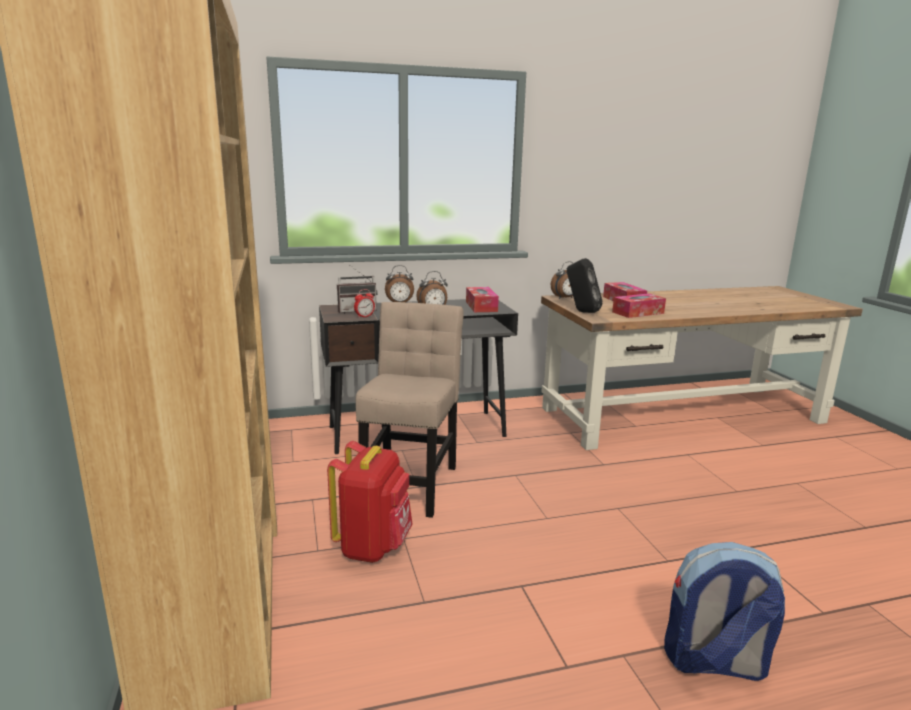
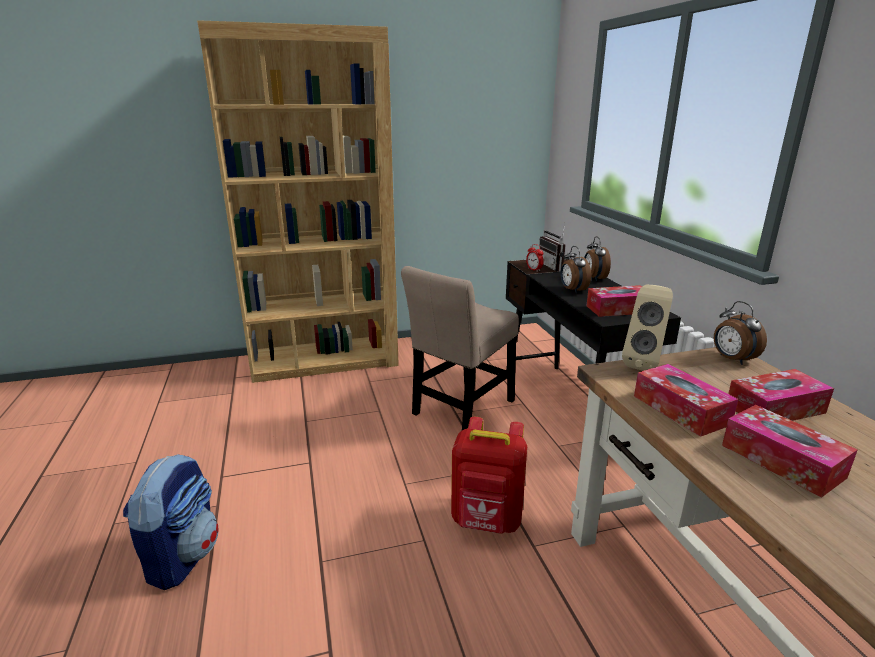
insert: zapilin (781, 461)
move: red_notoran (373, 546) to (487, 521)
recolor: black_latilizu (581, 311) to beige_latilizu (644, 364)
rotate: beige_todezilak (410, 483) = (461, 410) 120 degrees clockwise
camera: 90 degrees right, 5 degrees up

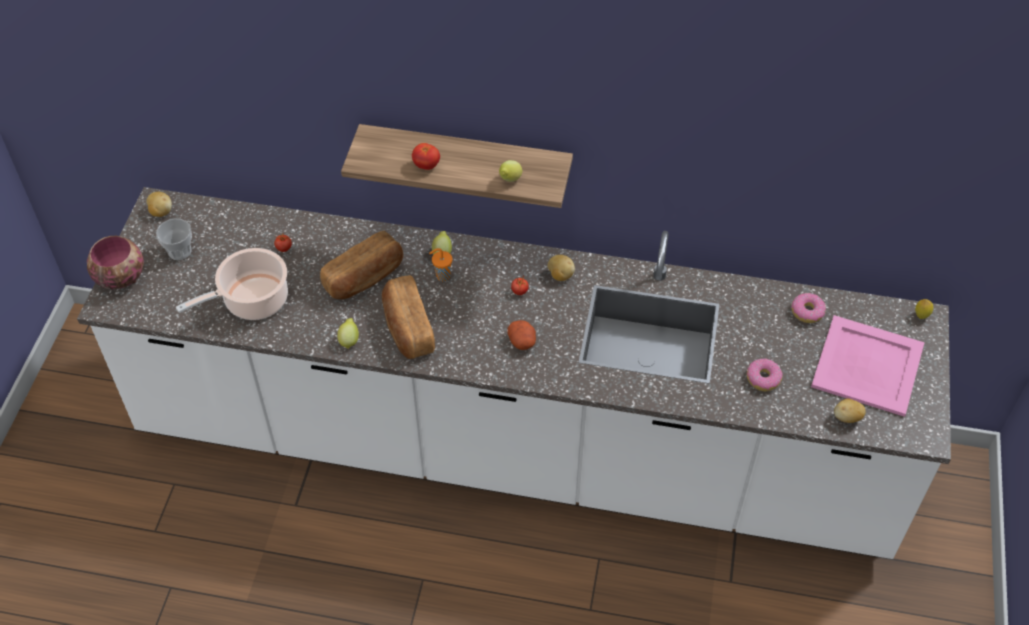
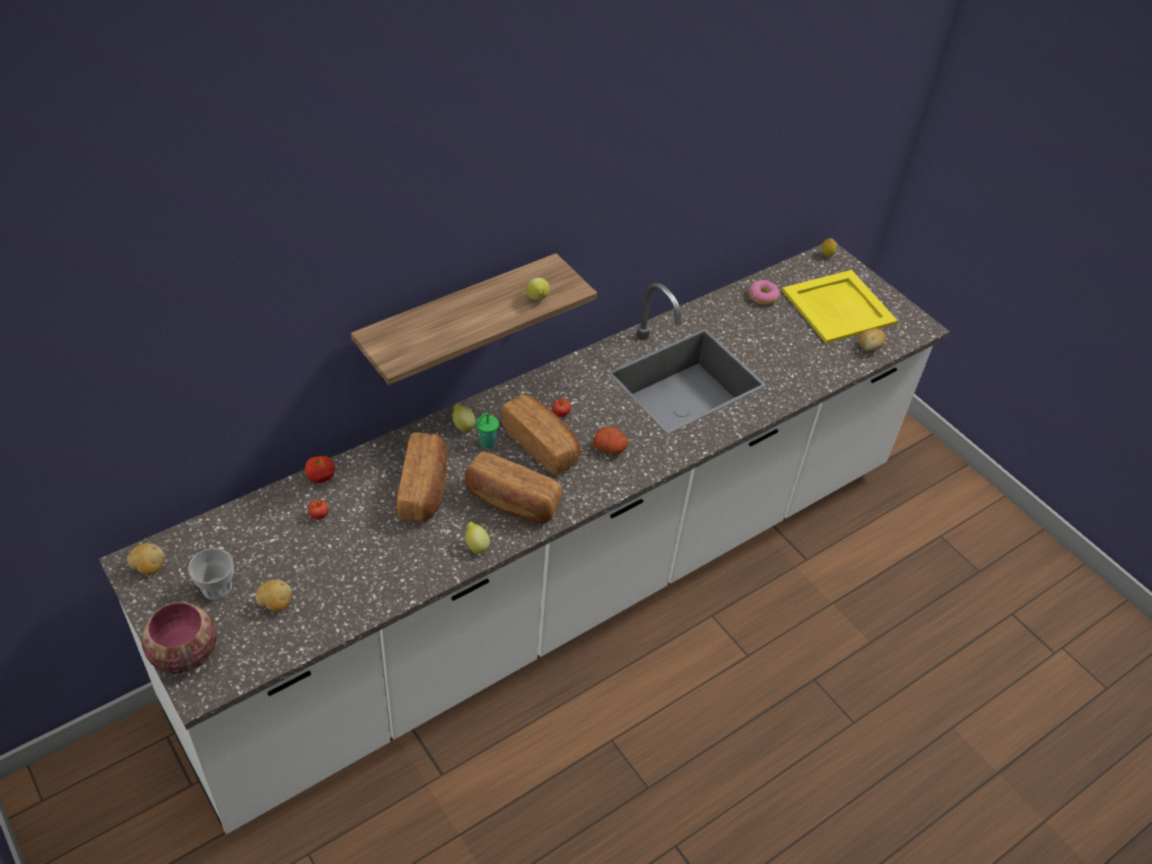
delete: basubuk (252, 301); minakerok (763, 378)
insert: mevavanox (541, 444)
move: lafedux (560, 275) to (275, 604); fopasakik (426, 165) to (321, 478)
recolor: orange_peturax (442, 276) to green_peturax (486, 443); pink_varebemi (867, 365) to yellow_varebemi (837, 306)
camera: 50 degrees left, 5 degrees down

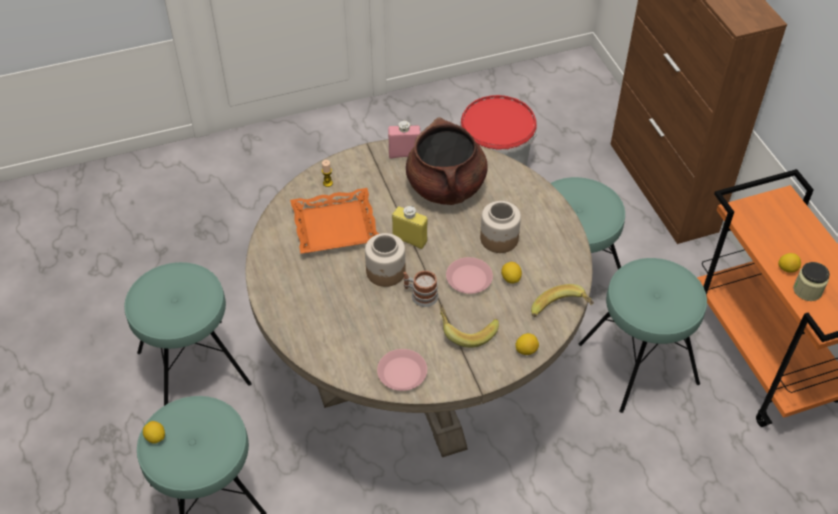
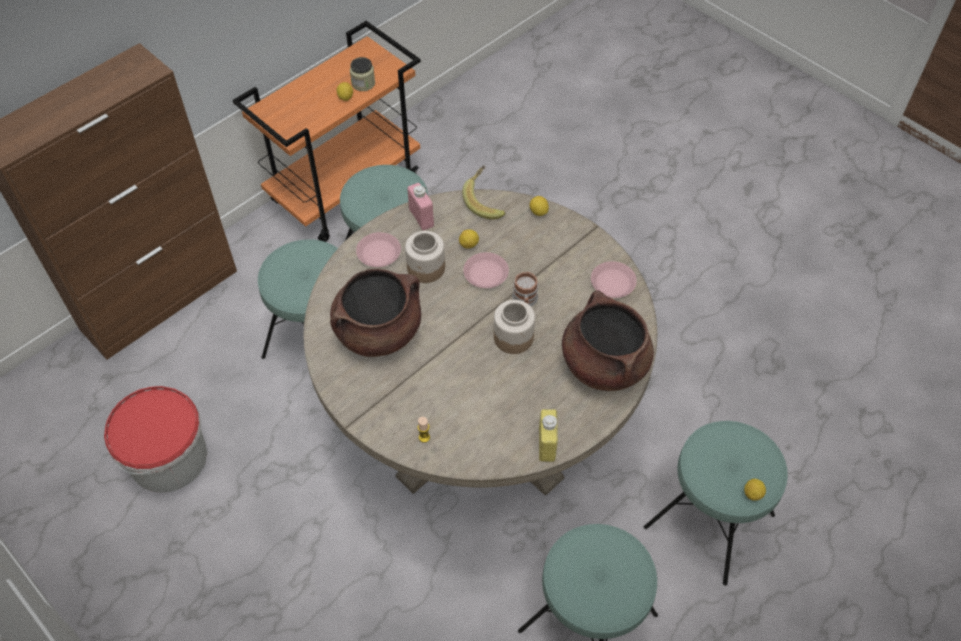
delete: orange_varebemi (335, 227); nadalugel (466, 330)
insert: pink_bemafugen (378, 253); brown_basubuk (603, 364)
move: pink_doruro (404, 154) to (421, 218); yellow_doruro (409, 239) to (547, 445)
camera: 115 degrees left, 5 degrees up

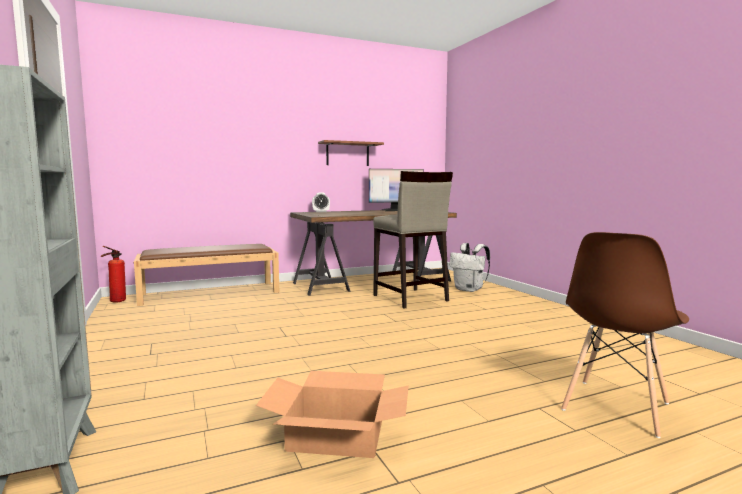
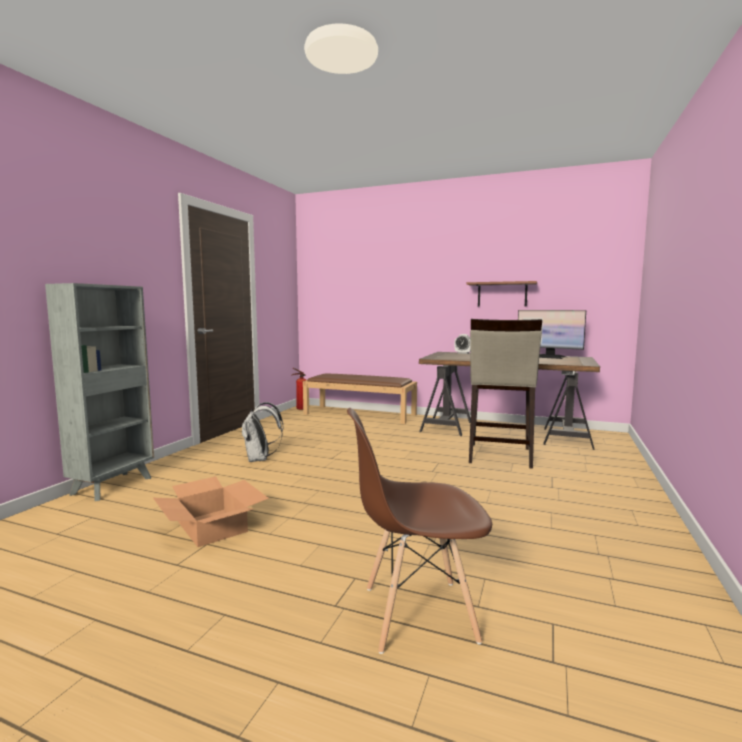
move: white_notoran (469, 290) to (260, 459)
camera: 45 degrees right, 0 degrees up

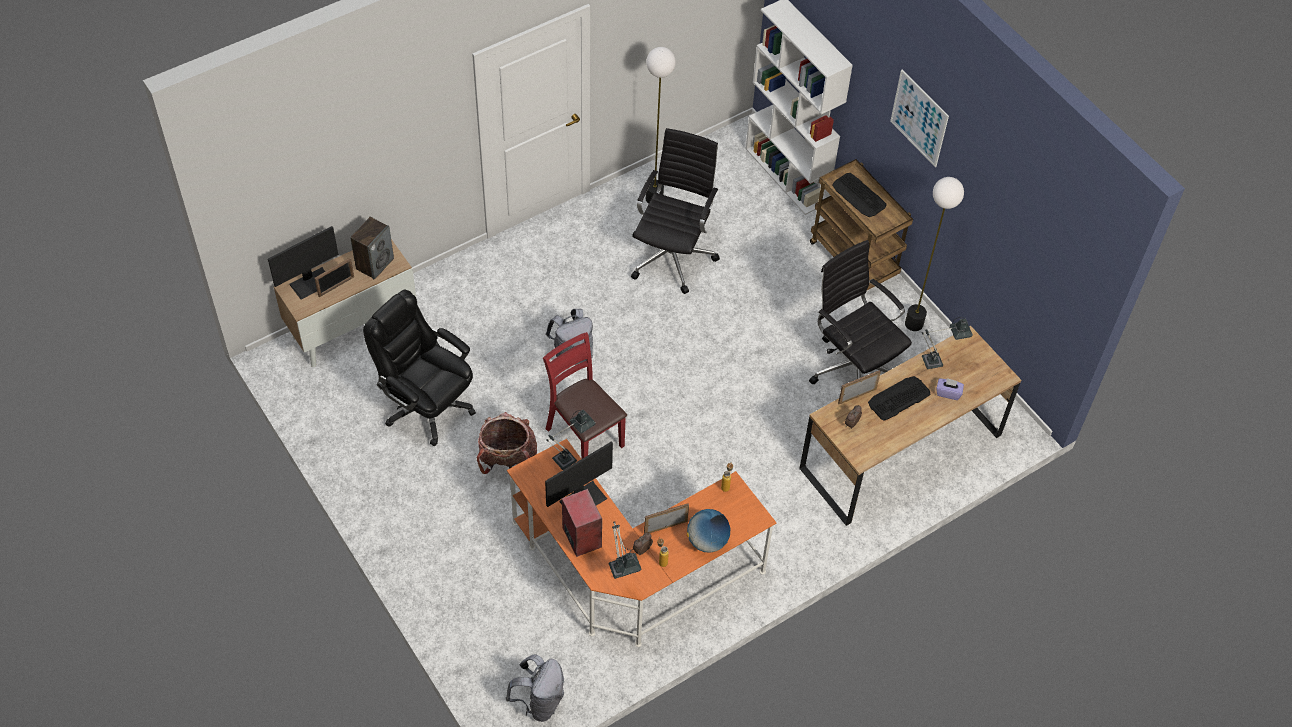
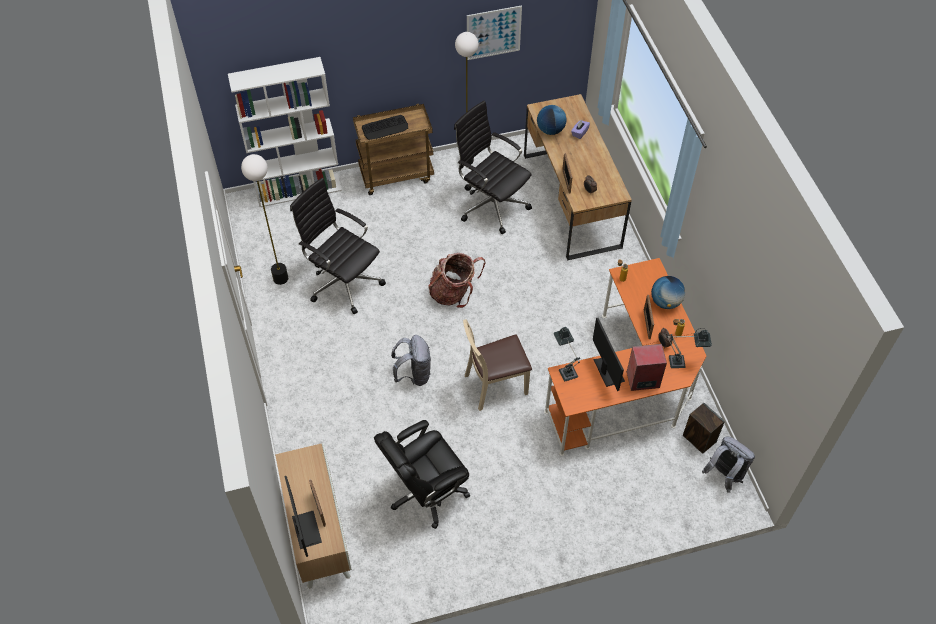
delete: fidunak (898, 398)
move: notoran (507, 460) to (454, 292); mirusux (919, 118) to (493, 32); latilizu (375, 263) to (698, 439)
replace: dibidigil (937, 360) to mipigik (550, 130)
recolor: red_todezilak (585, 436) to beige_todezilak (495, 385)
rotate: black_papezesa (853, 367) = (491, 204) 60 degrees clockwise
camera: 70 degrees left, 0 degrees up

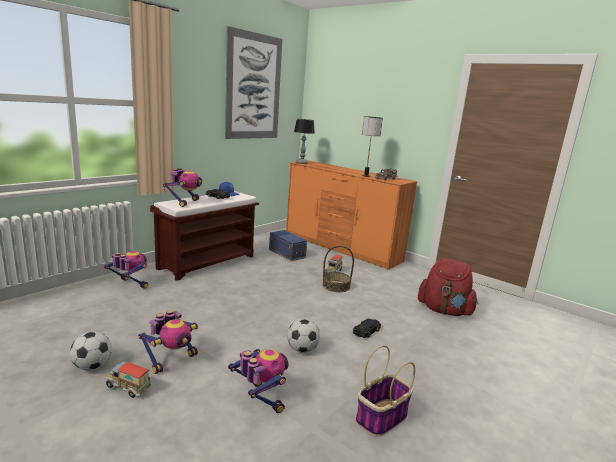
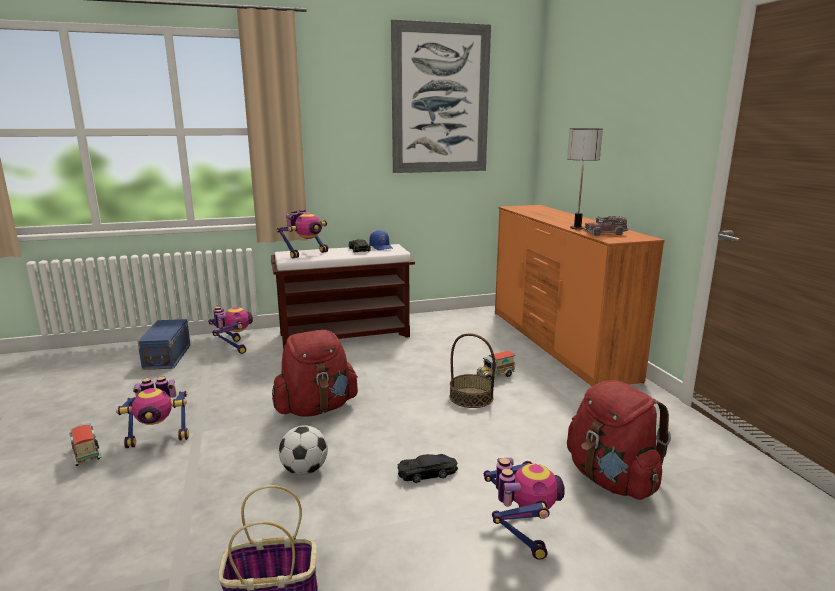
delete: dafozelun (92, 366); dibidigil (301, 163)
insert: red_notoran (316, 408)
move: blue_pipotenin (287, 253) to (168, 356); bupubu (260, 399) to (520, 532)
camera: 35 degrees right, 0 degrees up

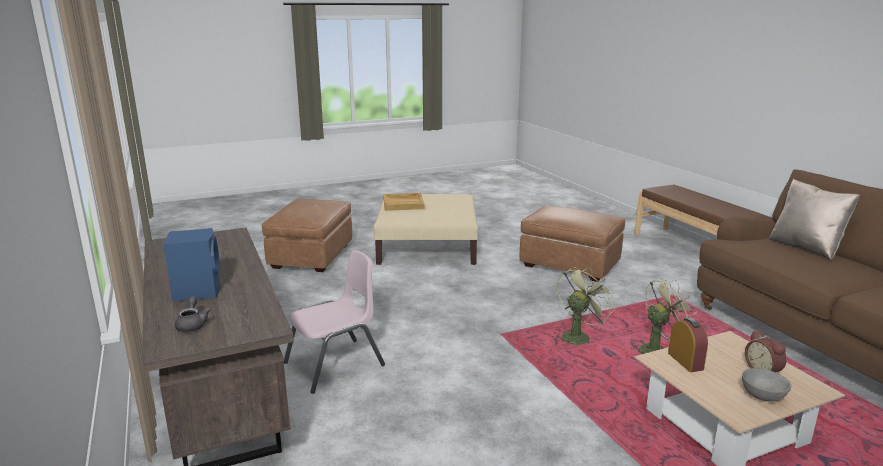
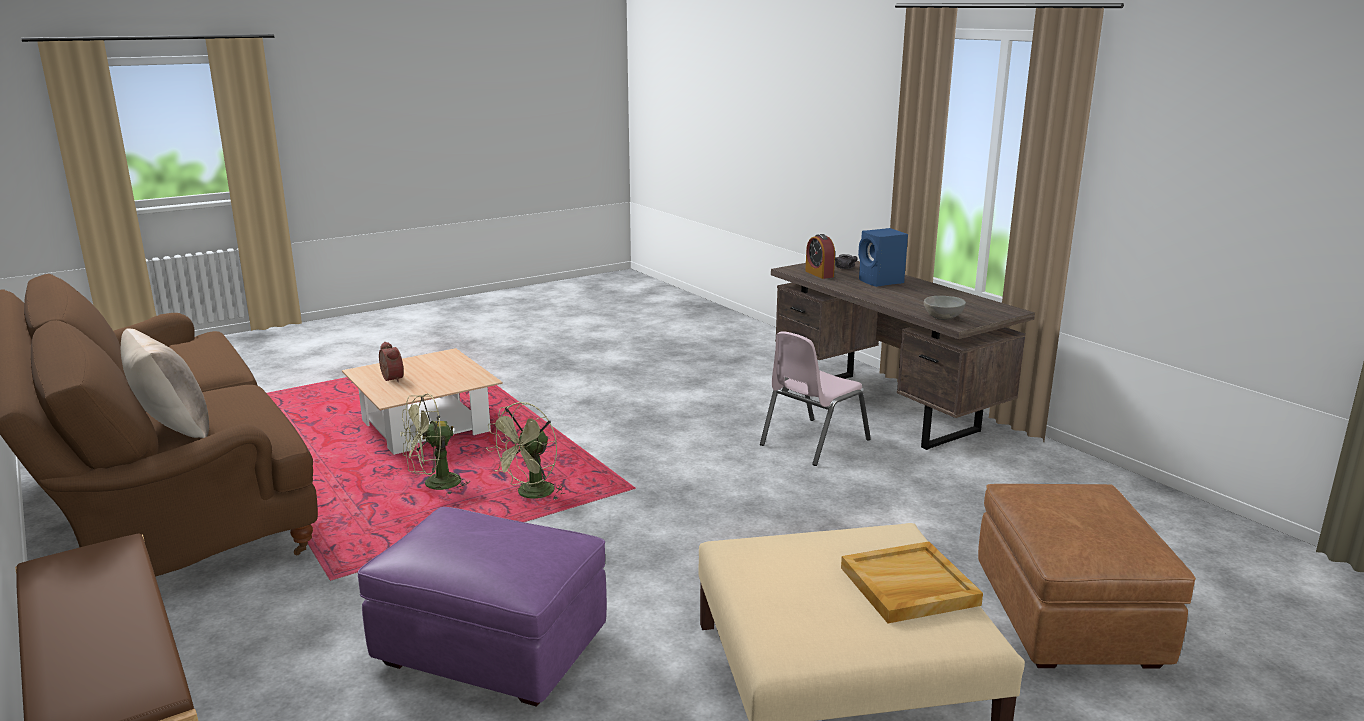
move: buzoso (685, 361) to (819, 274); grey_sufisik (762, 396) to (943, 318)
recolor: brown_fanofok (570, 264) to purple_fanofok (491, 649)
camera: 170 degrees right, 0 degrees up

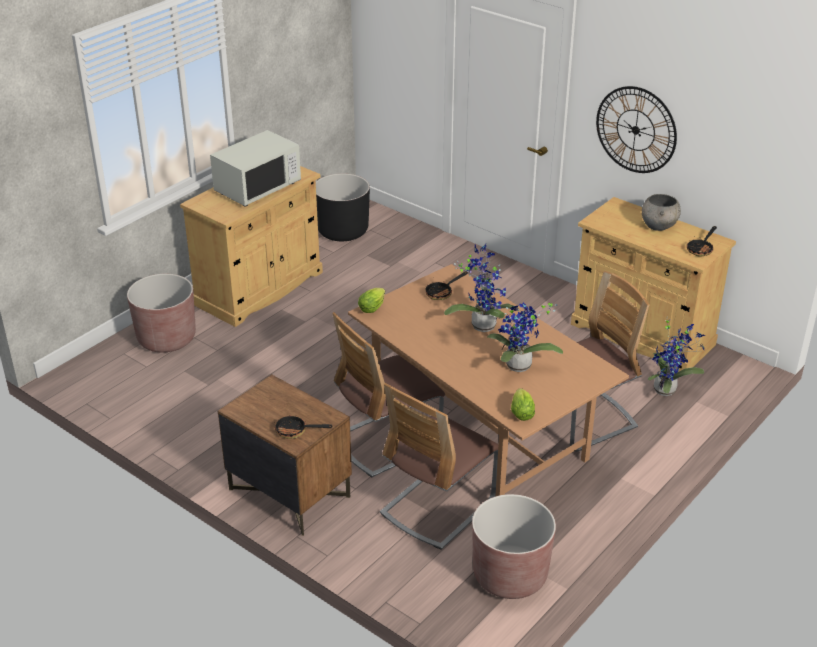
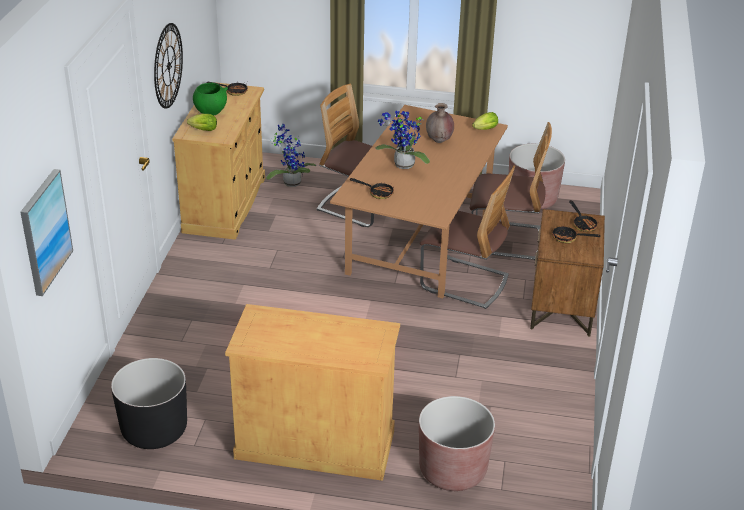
delete: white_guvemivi (257, 188)
insert: mirusux (45, 231); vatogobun (568, 238)
move: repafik (373, 307) to (202, 130)
replace: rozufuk (518, 368) to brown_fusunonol (439, 141)
recolor: grey_sufisik (659, 226) to green_sufisik (210, 111)
camera: 120 degrees left, 0 degrees up

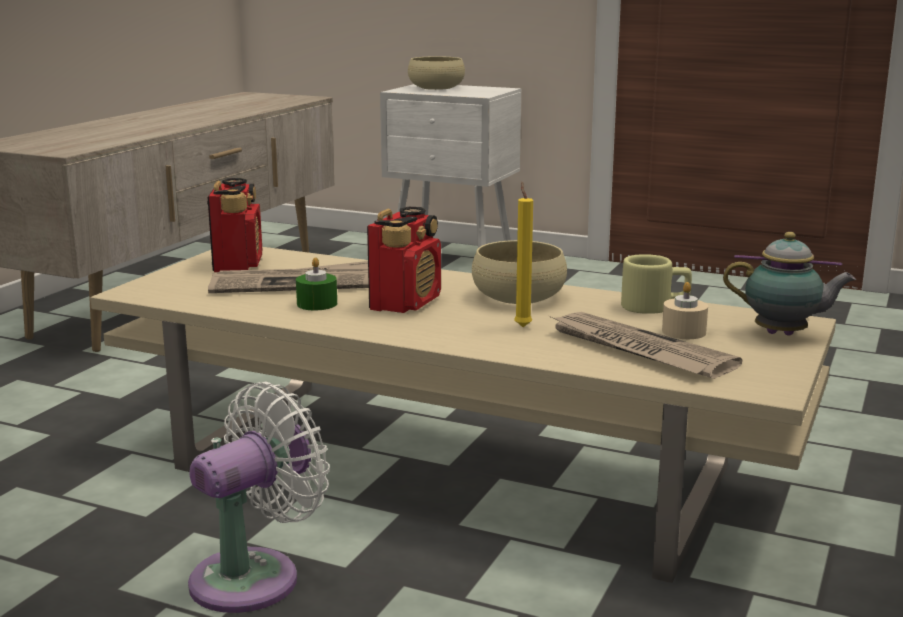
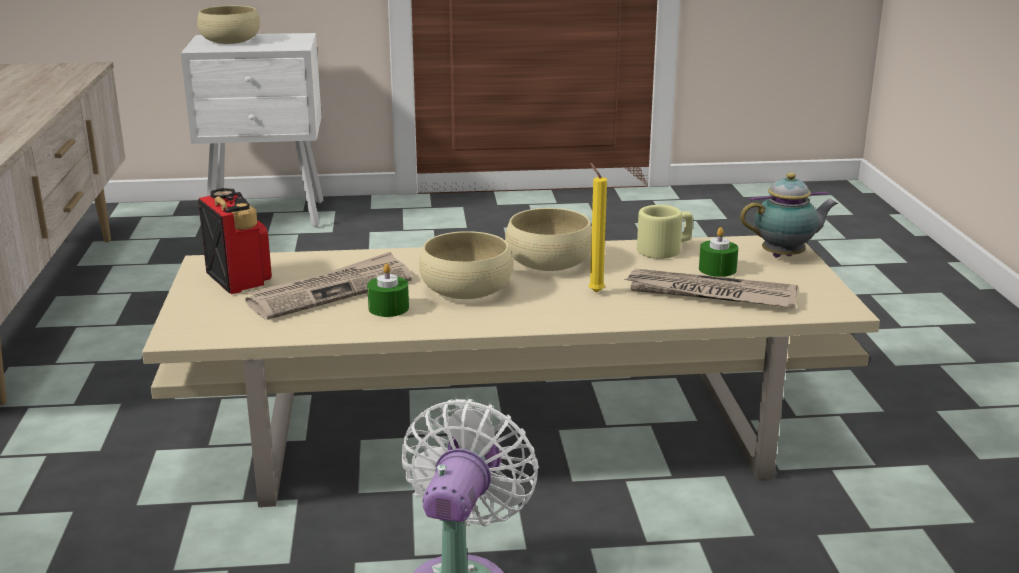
replace: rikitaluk (406, 303) to beige_sufisik (466, 289)
recolor: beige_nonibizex (683, 332) to green_nonibizex (717, 269)
camera: 30 degrees left, 5 degrees up

